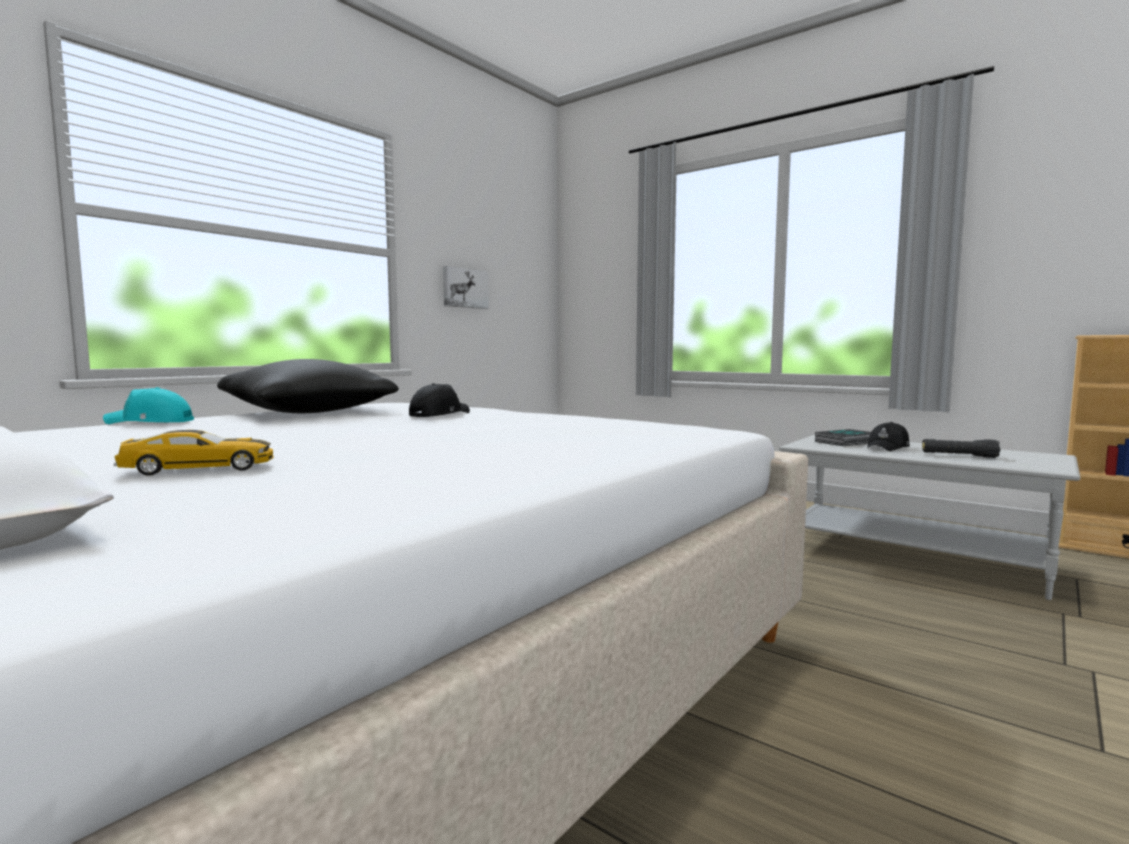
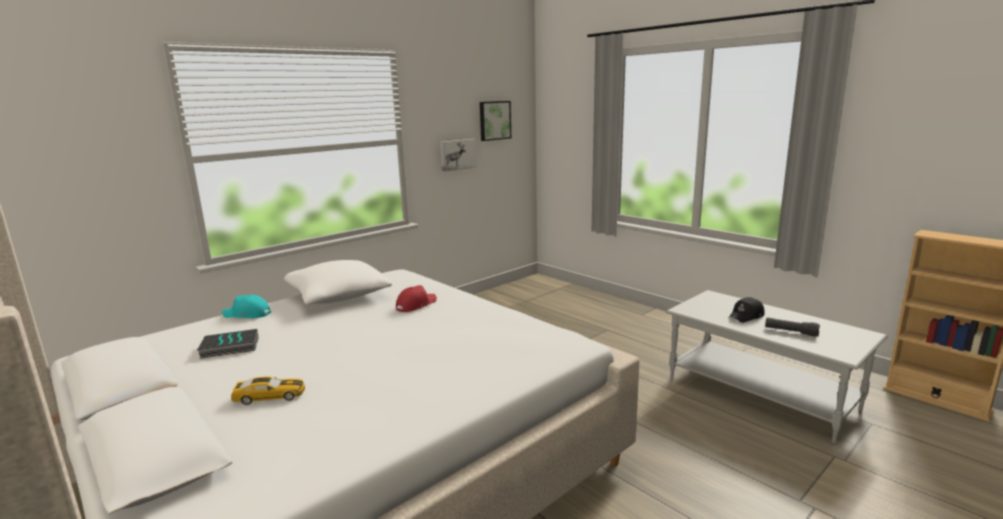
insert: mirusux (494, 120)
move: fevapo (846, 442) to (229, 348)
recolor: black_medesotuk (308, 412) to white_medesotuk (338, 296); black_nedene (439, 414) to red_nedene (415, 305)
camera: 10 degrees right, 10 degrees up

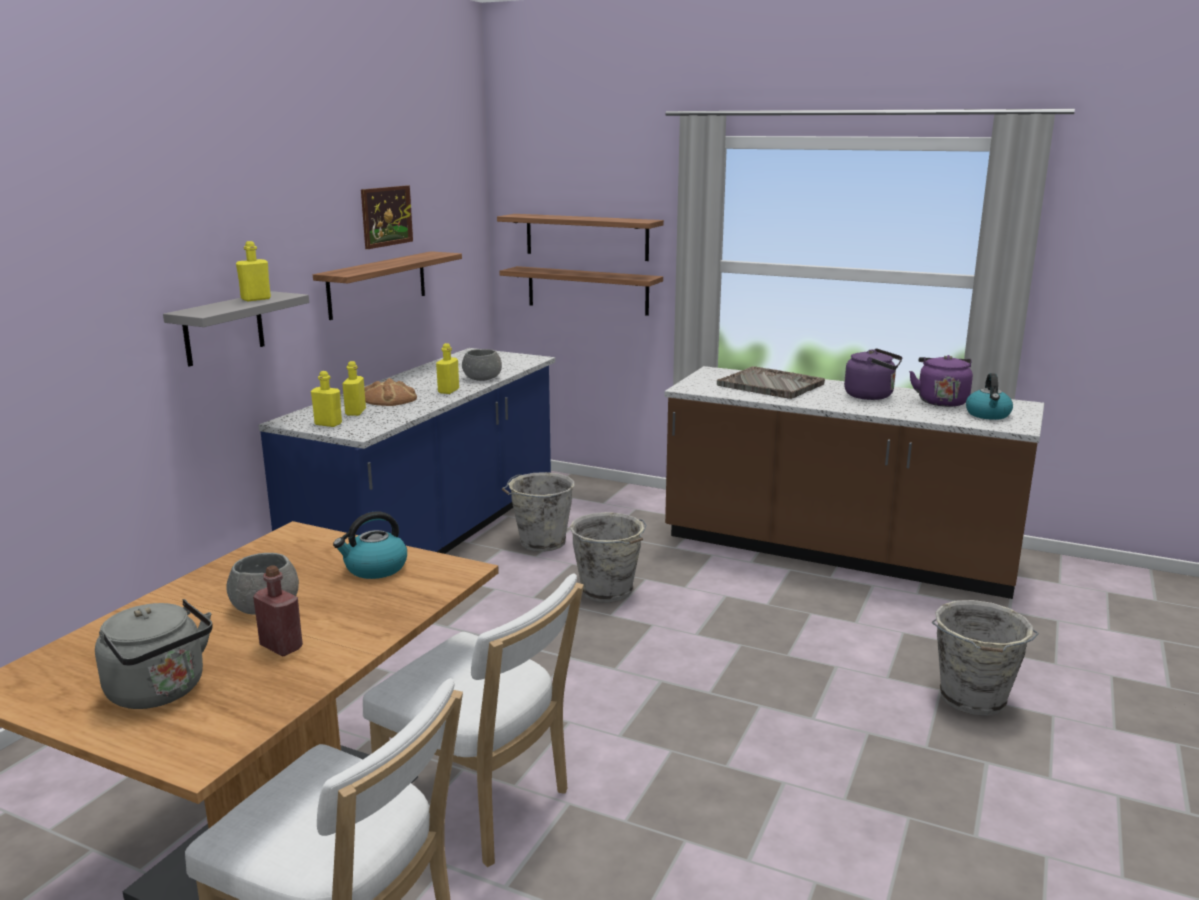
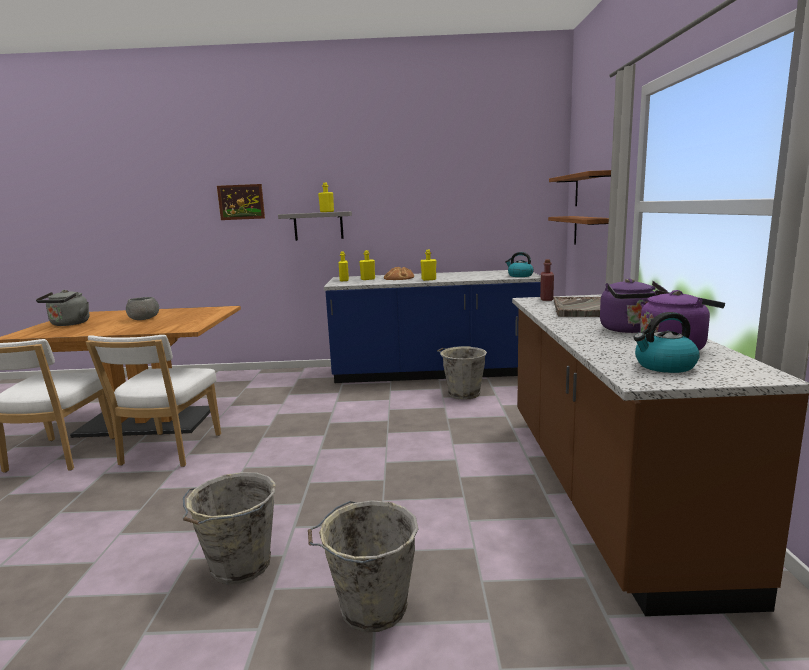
delete: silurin (377, 284); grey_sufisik (482, 378)
move: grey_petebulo (608, 591) to (238, 566); mirusux (386, 216) to (241, 202); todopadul (375, 568) to (519, 276); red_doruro (281, 647) to (546, 299)
camera: 65 degrees right, 5 degrees down

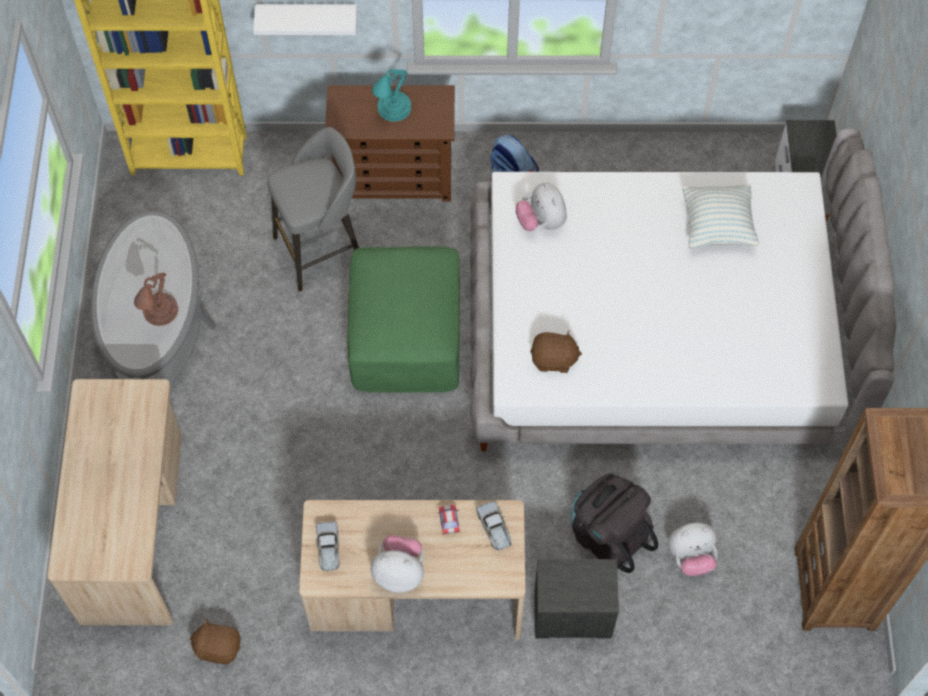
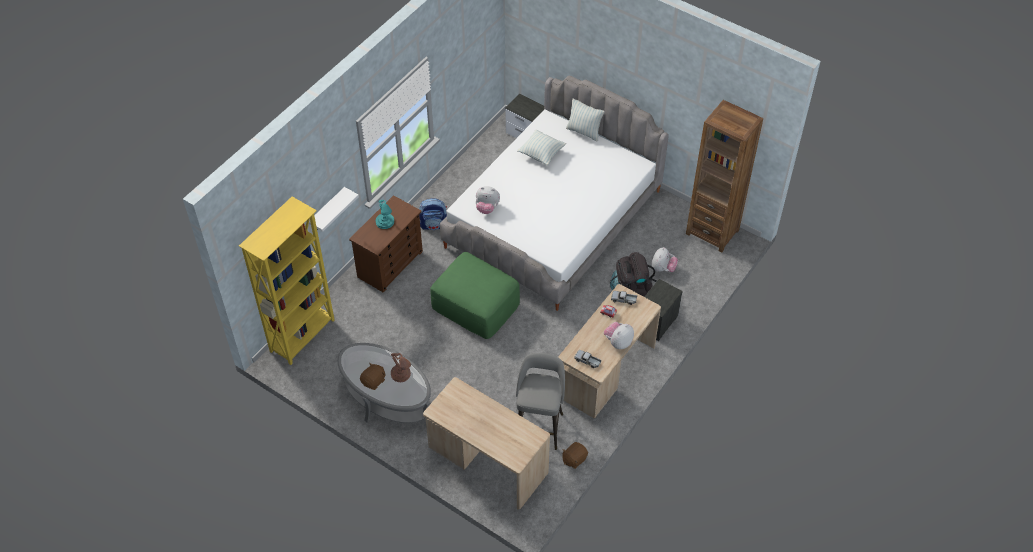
insert: medesotuk (584, 132)
move: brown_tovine (554, 359) to (374, 381); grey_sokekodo (321, 250) to (539, 427)
camera: 55 degrees left, 10 degrees down

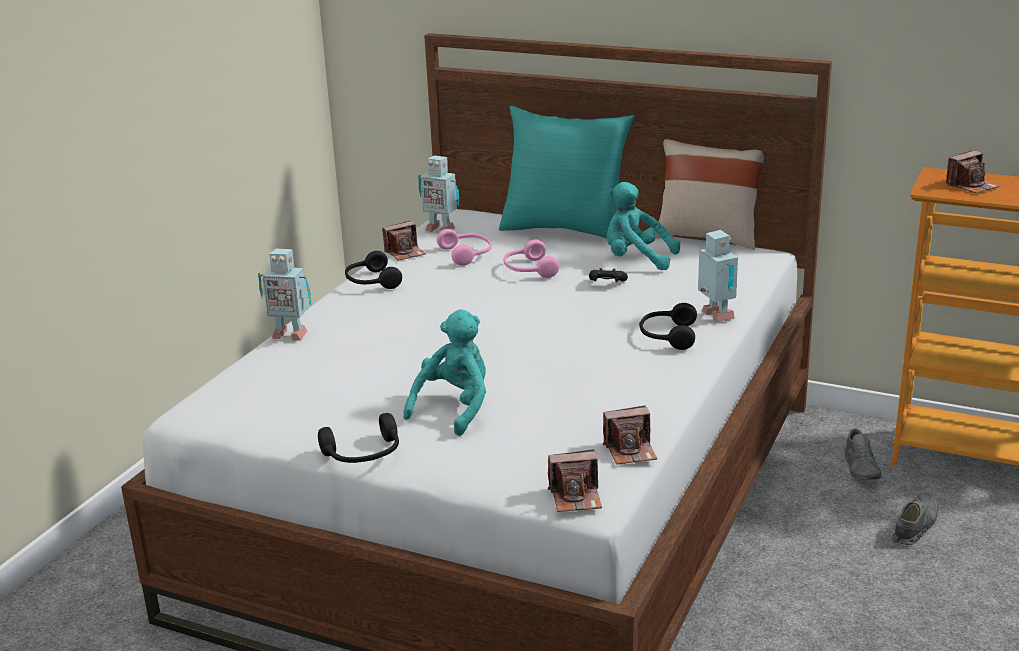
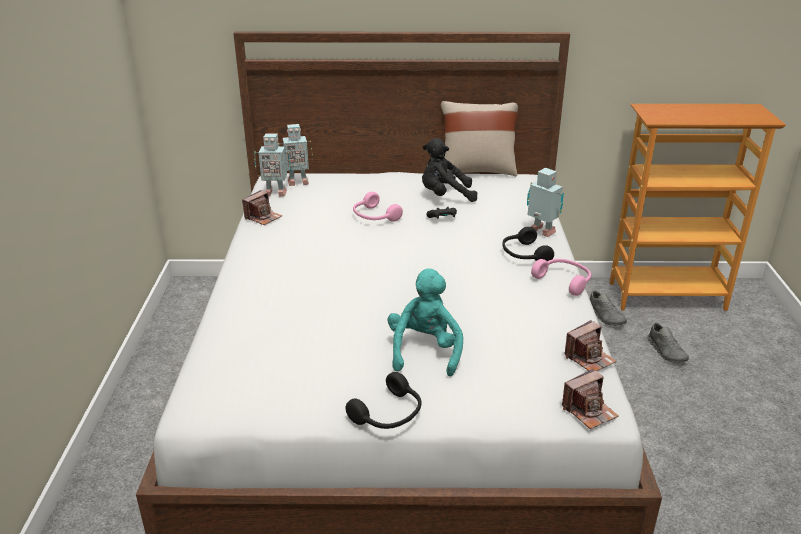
delete: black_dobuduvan (371, 282); turquoise_medesotuk (565, 229); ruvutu (971, 186)
move: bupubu (289, 334) to (297, 182); pink_dobuduvan (467, 254) to (564, 281)
recolor: turquoise_tovine (636, 260) to black_tovine (445, 196)
rotate: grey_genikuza (914, 526) = (666, 351) 150 degrees clockwise
camera: 25 degrees left, 5 degrees up

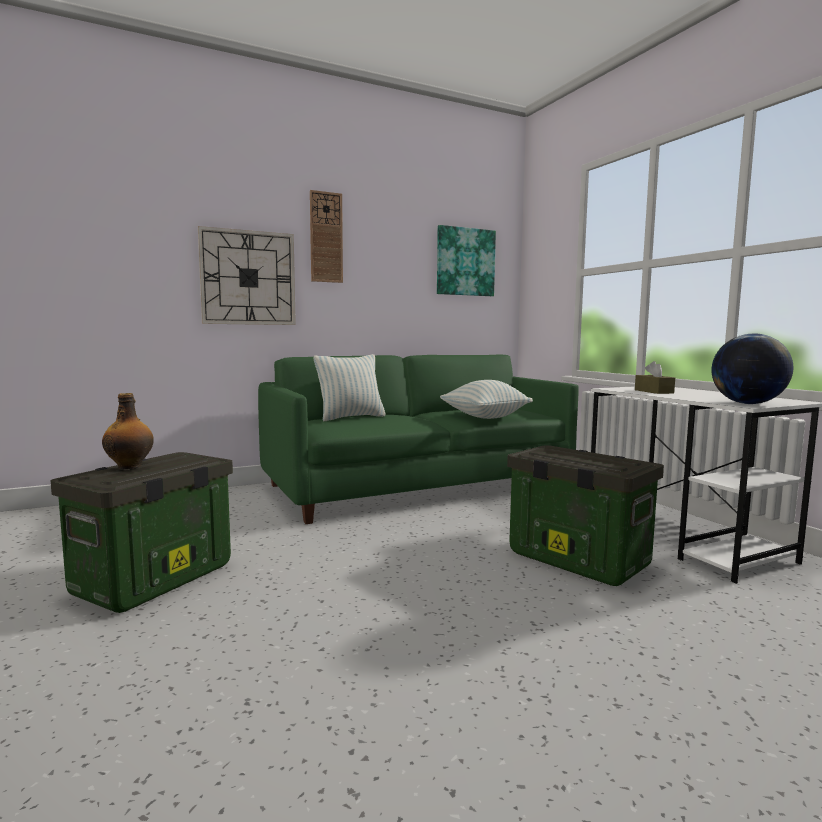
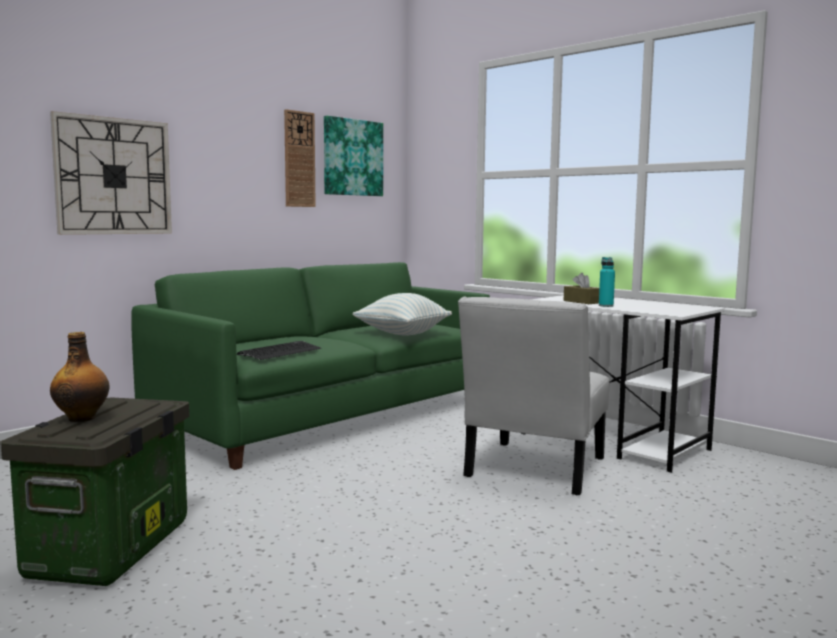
delete: medesotuk (351, 417); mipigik (747, 404)
insert: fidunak (280, 352); turquoise_doruro (606, 306)
move: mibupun (326, 237) to (299, 159)
replace: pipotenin (575, 560) to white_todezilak (533, 470)
camera: 20 degrees left, 0 degrees up

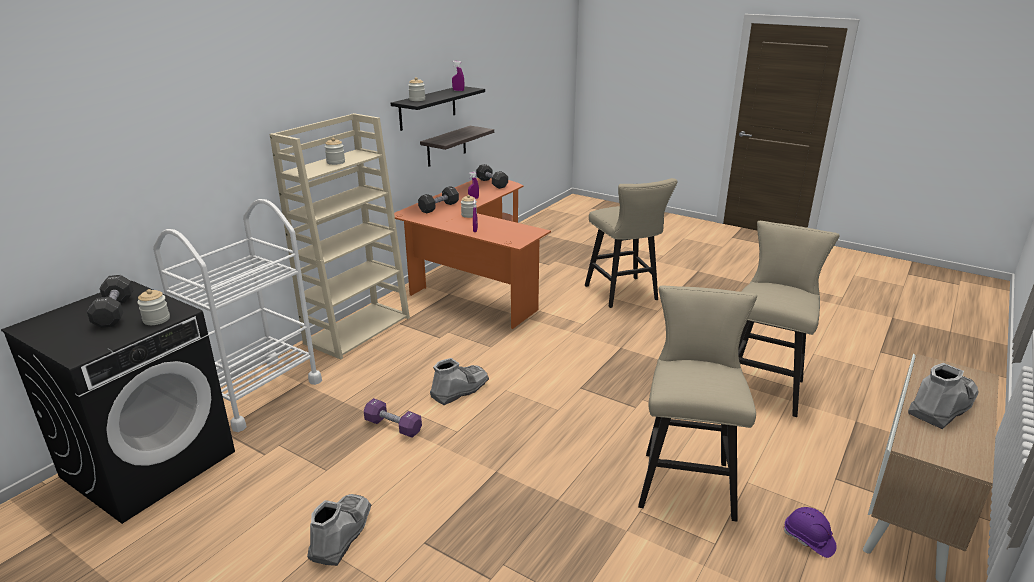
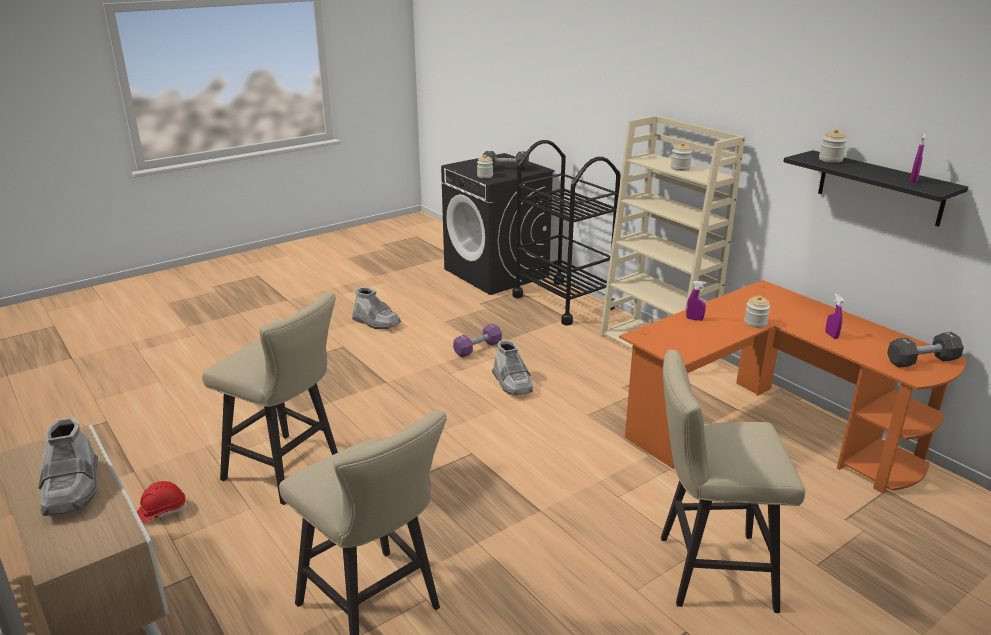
delete: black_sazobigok (439, 207); silurin (446, 146)
recolor: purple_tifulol (808, 540) to red_tifulol (161, 511); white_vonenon (256, 392) to black_vonenon (562, 302)
camera: 110 degrees right, 0 degrees up

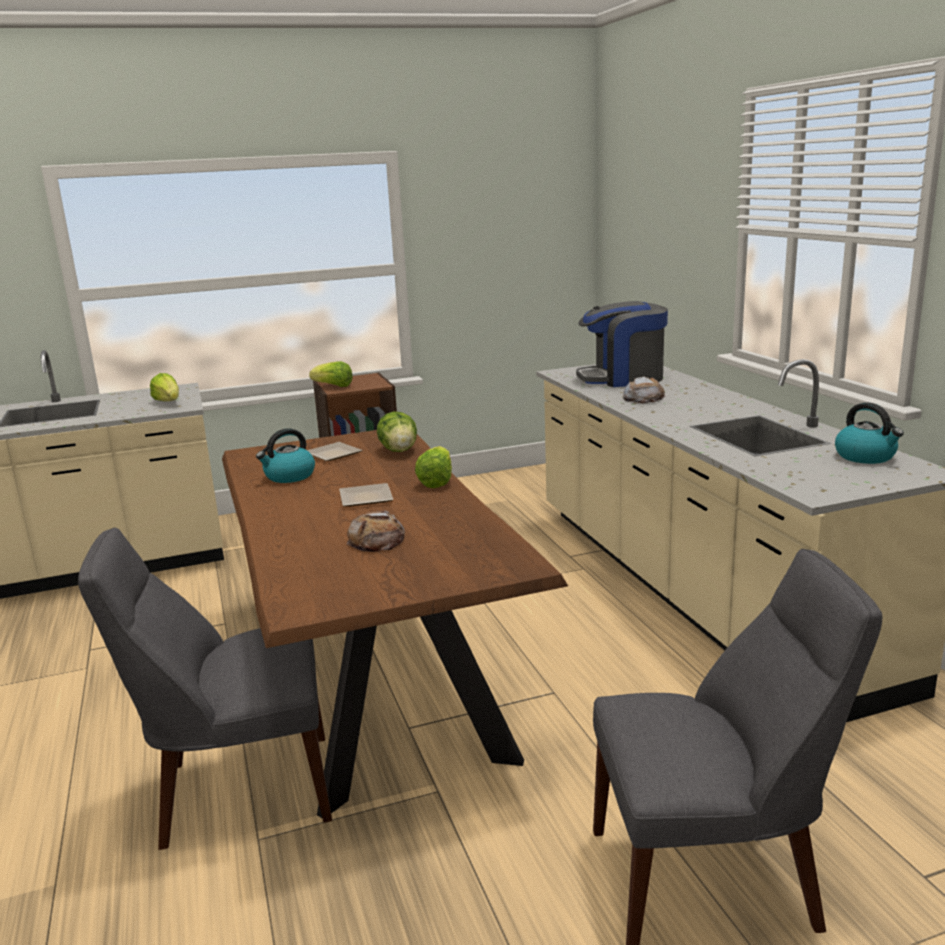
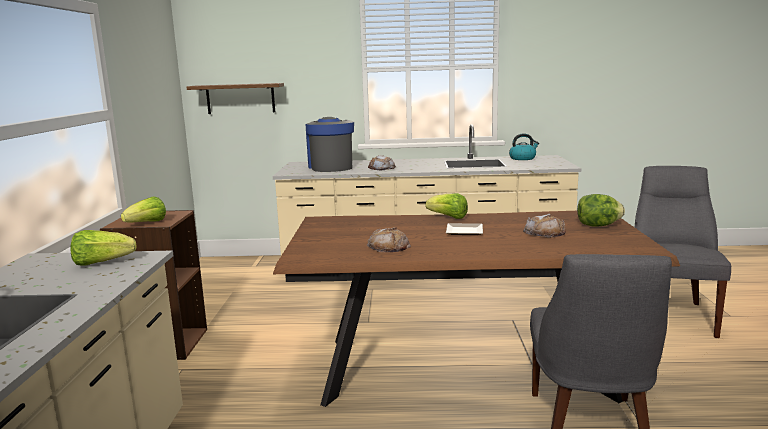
delete: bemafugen (331, 454)
insert: silurin (240, 98)
move: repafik (399, 451) to (598, 226)
replace: todopadul (289, 476) to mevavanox (388, 246)
rotate: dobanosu (622, 378) = (330, 167) 150 degrees clockwise
camera: 70 degrees left, 5 degrees down

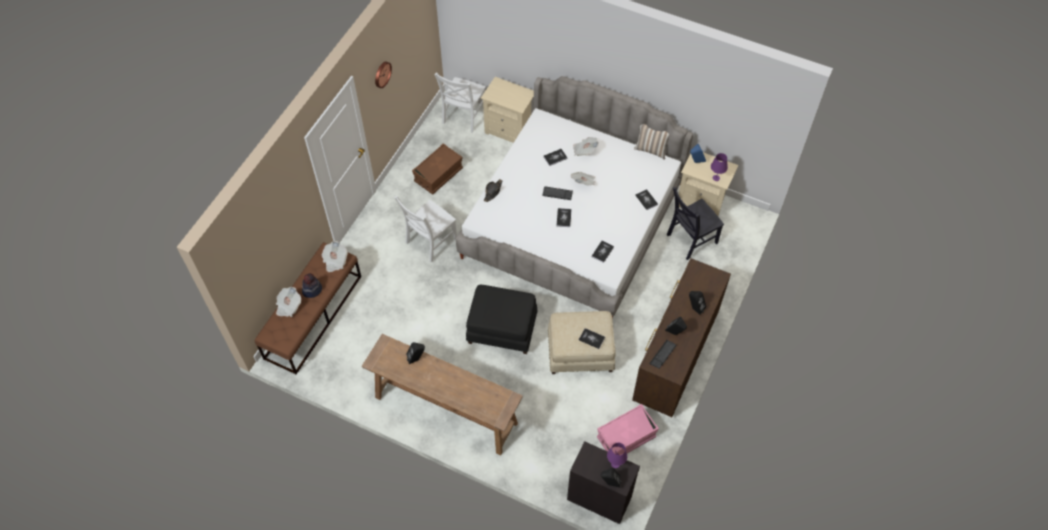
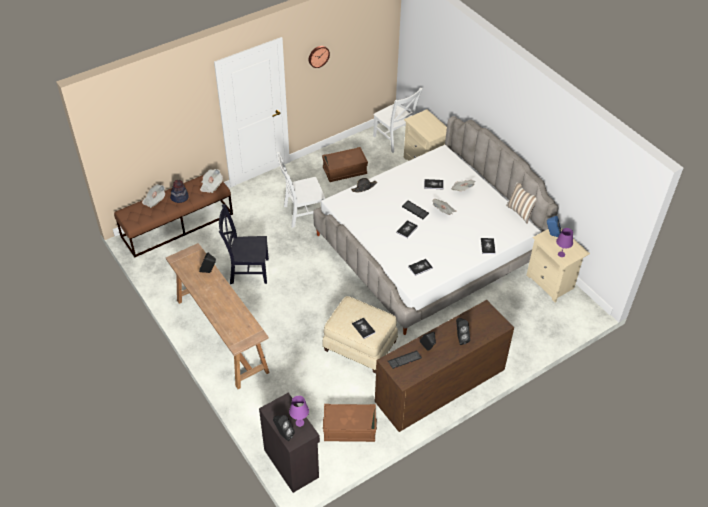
delete: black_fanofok (501, 330)
move: black_todezilak (690, 239) to (247, 270)
recolor: pink_pipotenin (626, 437) to brown_pipotenin (349, 429)
rotate: white_todezilak (463, 117) = (395, 139) 90 degrees counterclockwise
camera: 30 degrees right, 10 degrees down

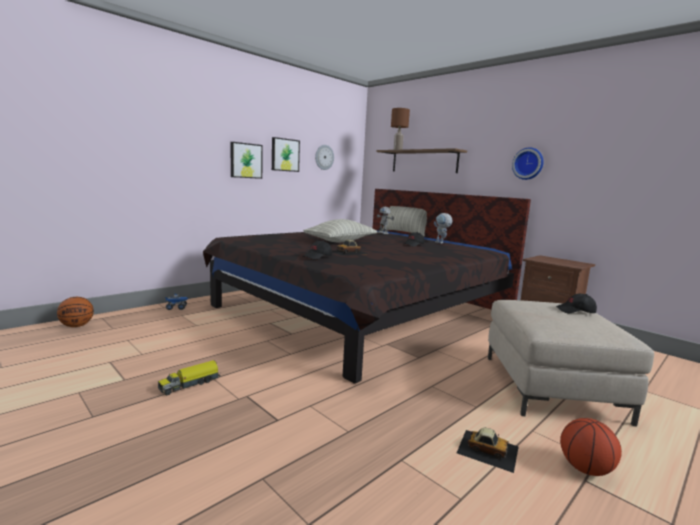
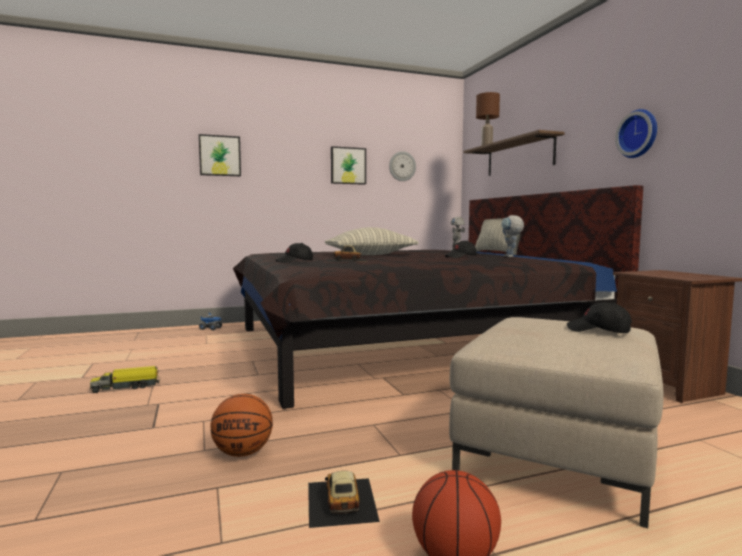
move: mirusux (246, 160) to (220, 156); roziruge (76, 326) to (243, 453)
rotate: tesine (487, 449) = (341, 501) 150 degrees counterclockwise
camera: 25 degrees right, 5 degrees down

